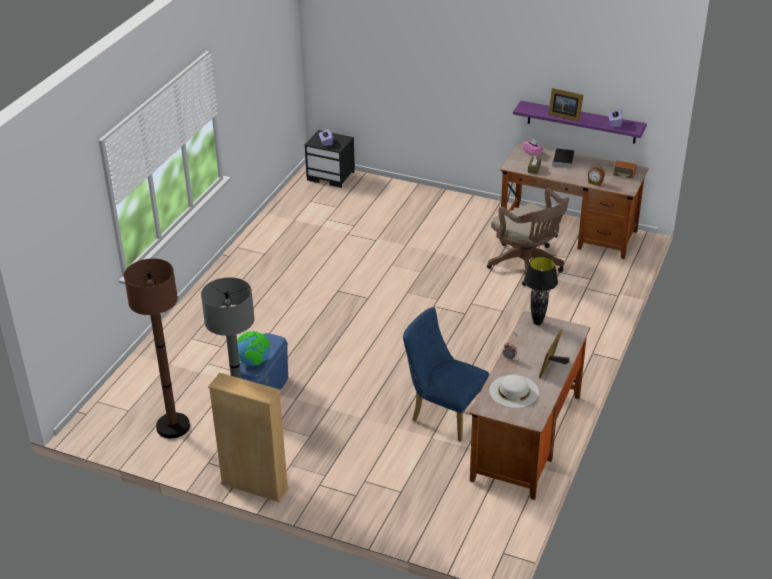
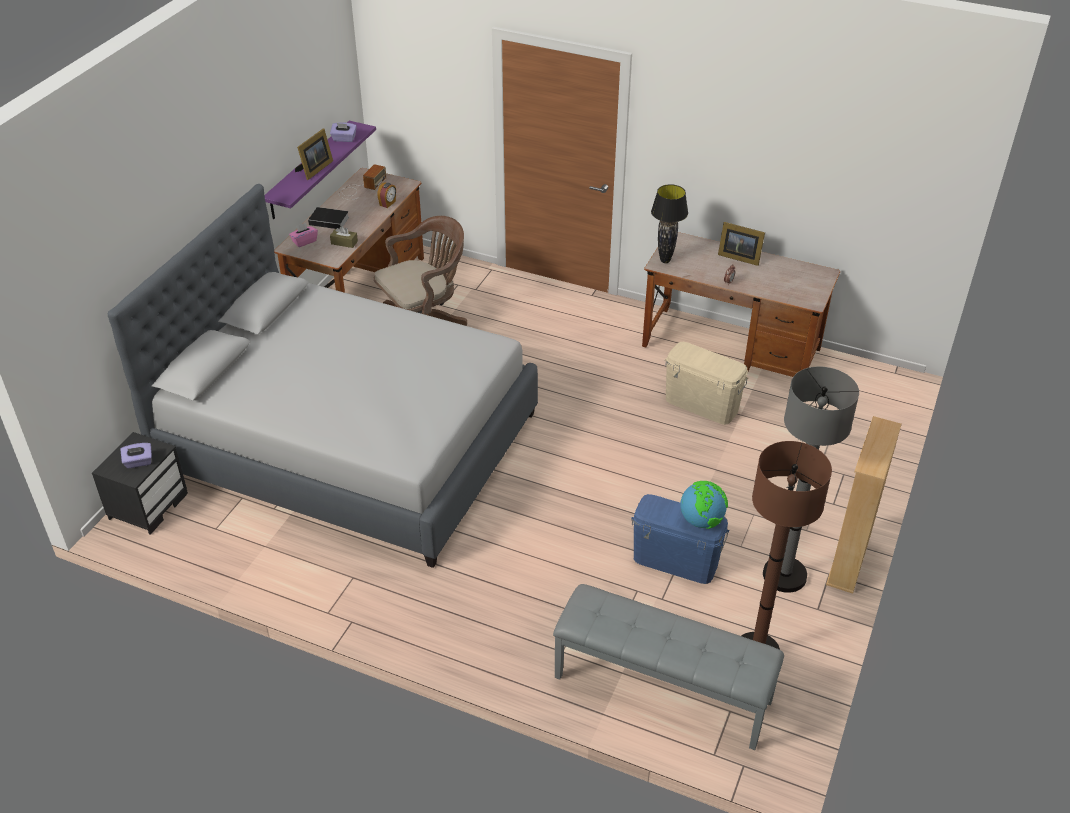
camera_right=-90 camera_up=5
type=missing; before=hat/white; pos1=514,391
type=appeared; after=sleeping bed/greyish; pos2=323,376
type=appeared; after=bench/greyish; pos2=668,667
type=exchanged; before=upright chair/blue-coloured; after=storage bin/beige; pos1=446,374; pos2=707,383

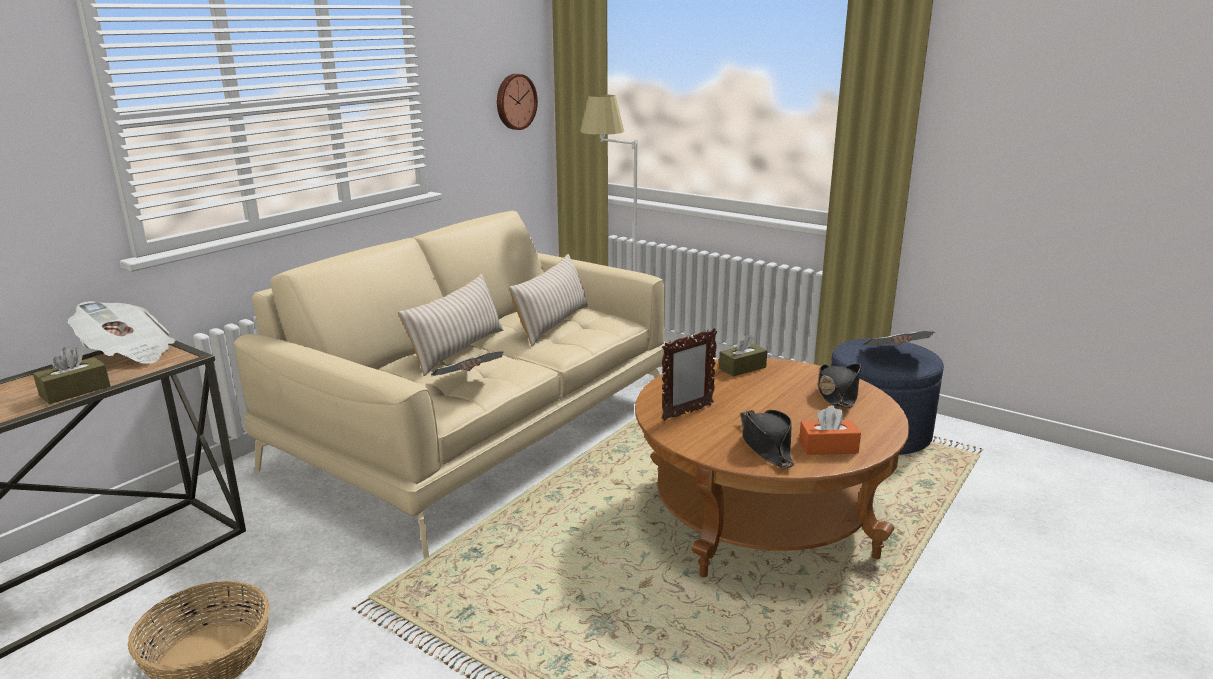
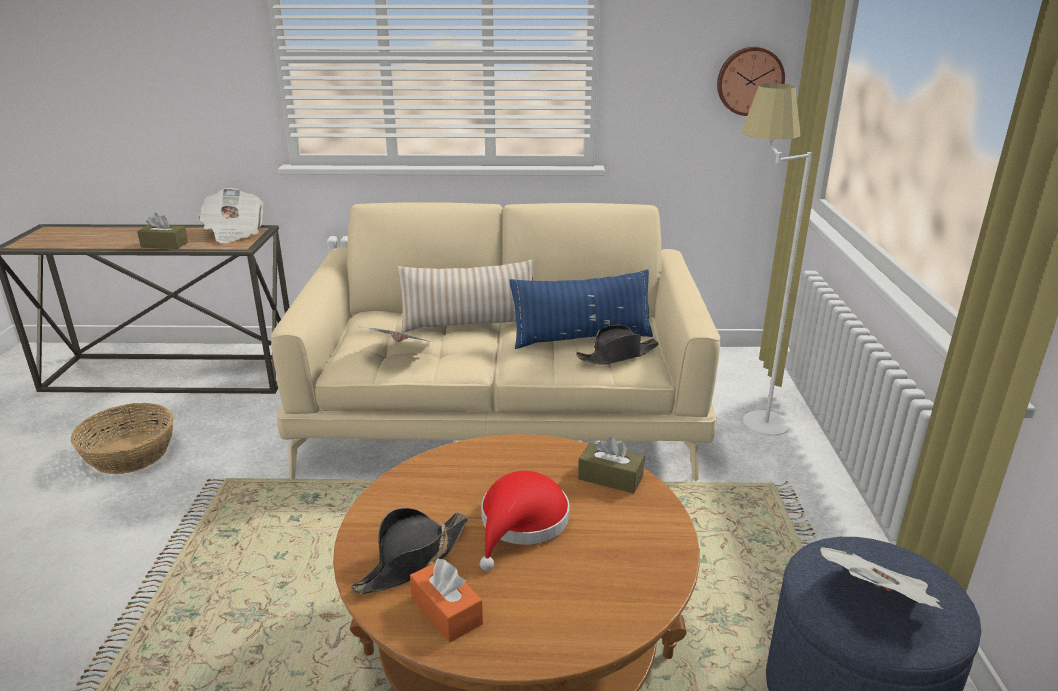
camera_right=55 camera_up=5
type=missing; before=photo frame; pos1=689,374
type=appeared; after=hat/reddish; pos2=525,521
type=relocated; before=hat/blackish; pos1=839,386; pos2=617,345
type=colour; before=pillow/beige; after=pillow/blue-coloured; pos1=548,300; pos2=581,309

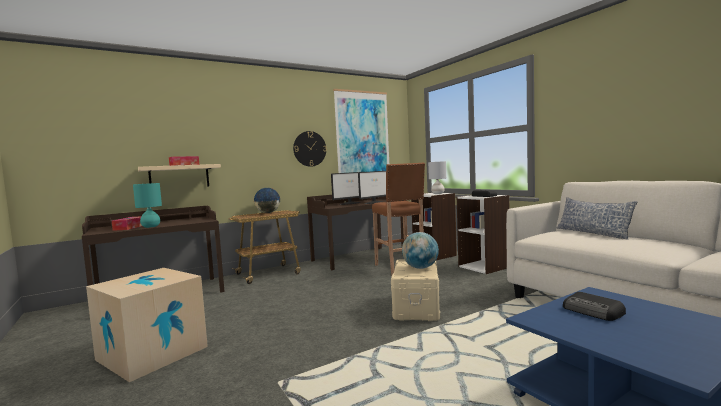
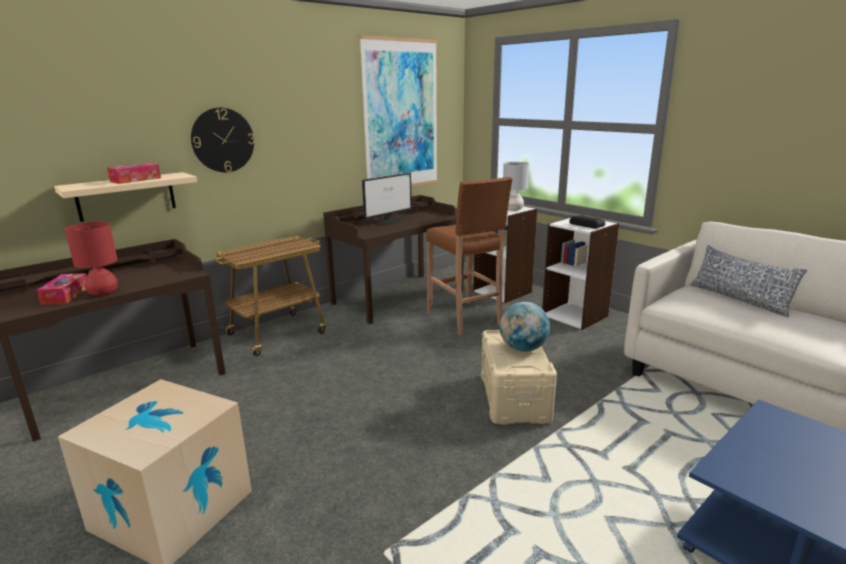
camera_right=-10 camera_up=15
type=missing; before=globe; pos1=267,200
type=missing; before=monitor; pos1=372,187
type=missing; before=radio receiver; pos1=594,306
type=relocated; before=clock on the wall; pos1=310,149; pos2=223,140
type=colour; before=lamp for a table/blue-green; after=lamp for a table/reddish; pos1=147,205; pos2=91,258

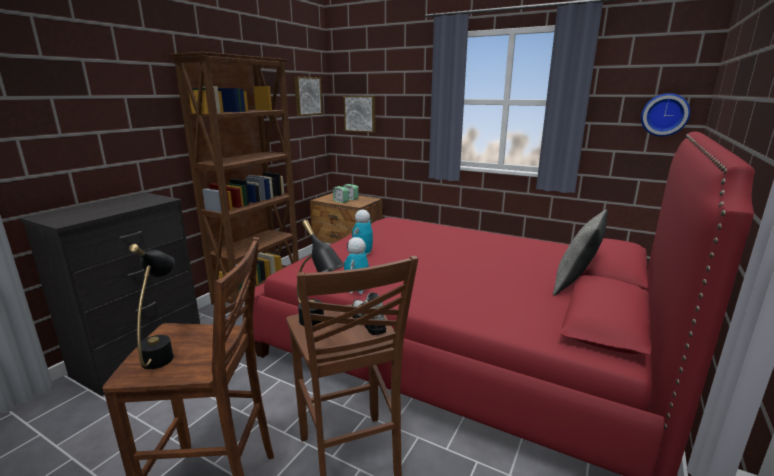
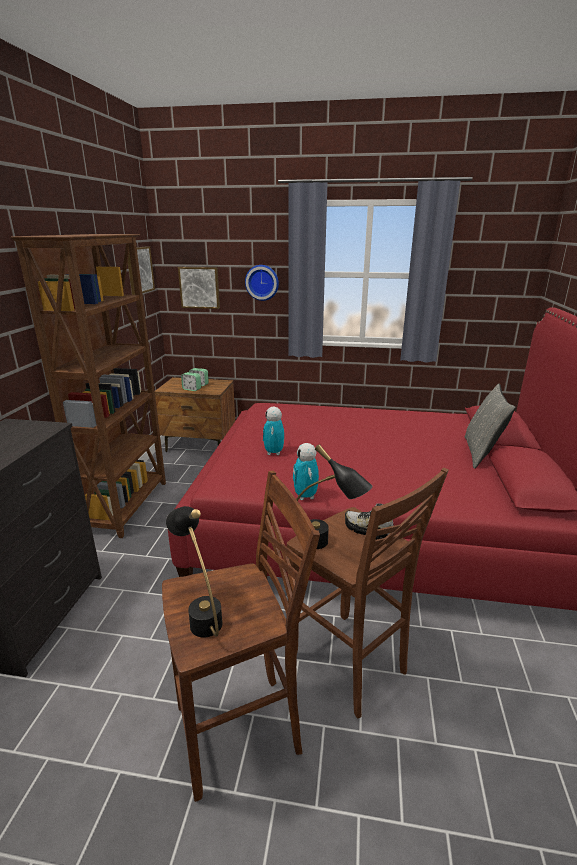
camera_right=-20 camera_up=5
type=relocated; before=clock on the wall; pos1=666,115; pos2=262,283

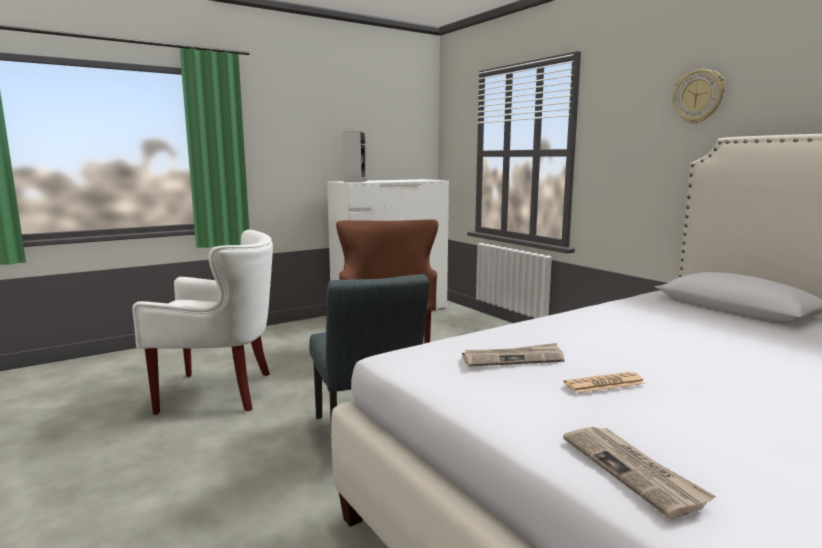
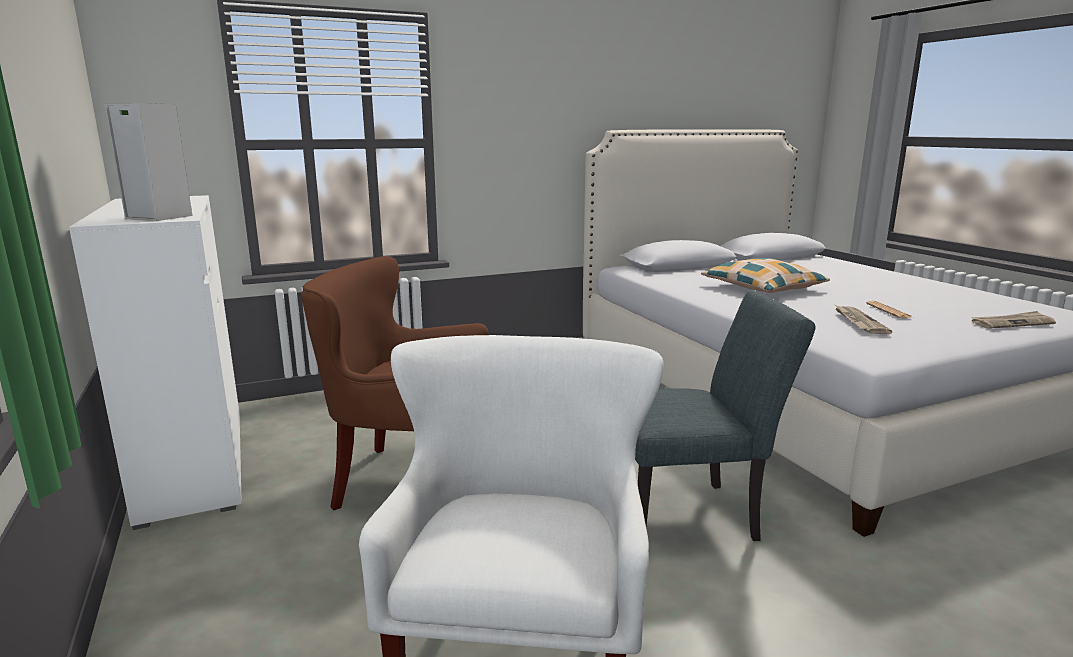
camera_right=-80 camera_up=5
type=missing; before=clock on the wall; pos1=699,96
type=appeared; after=pillow; pos2=765,275

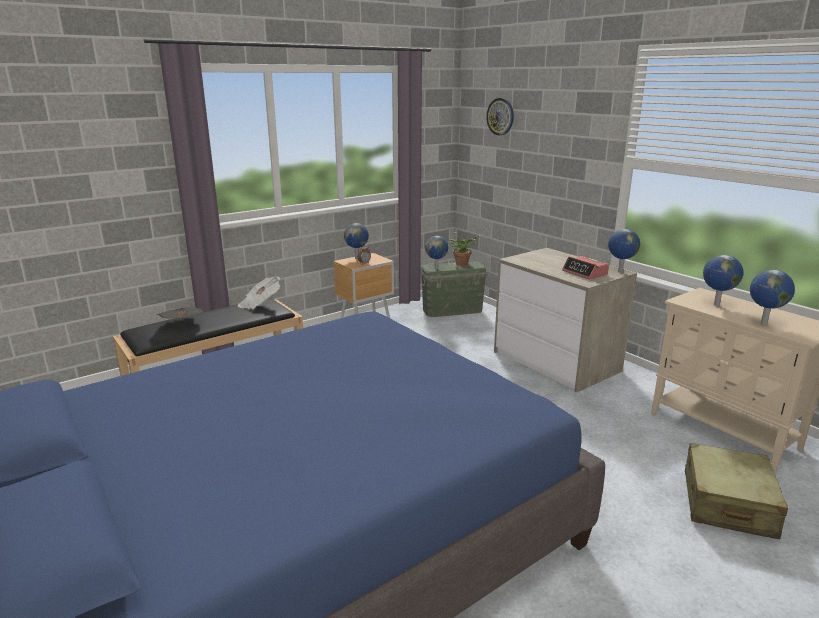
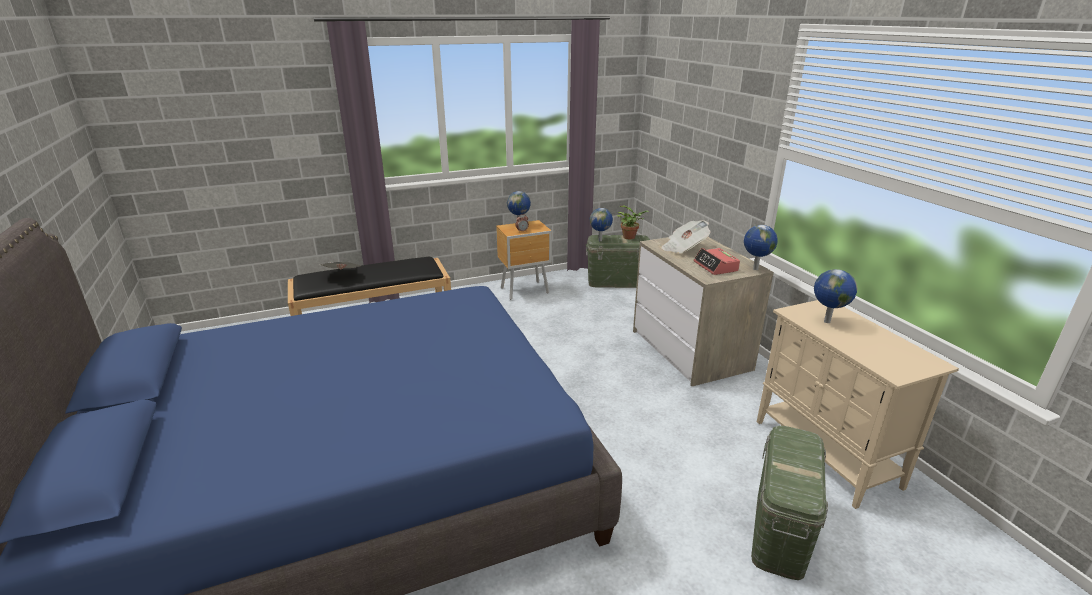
camera_right=15 camera_up=5
type=missing; before=clock on the wall; pos1=500,116
type=missing; before=globe; pos1=772,297
type=relocated; before=daily paper; pos1=259,292; pos2=685,237
type=exchanged; before=piece of luggage/beige; after=storage bin/green-coloured; pos1=736,491; pos2=789,502

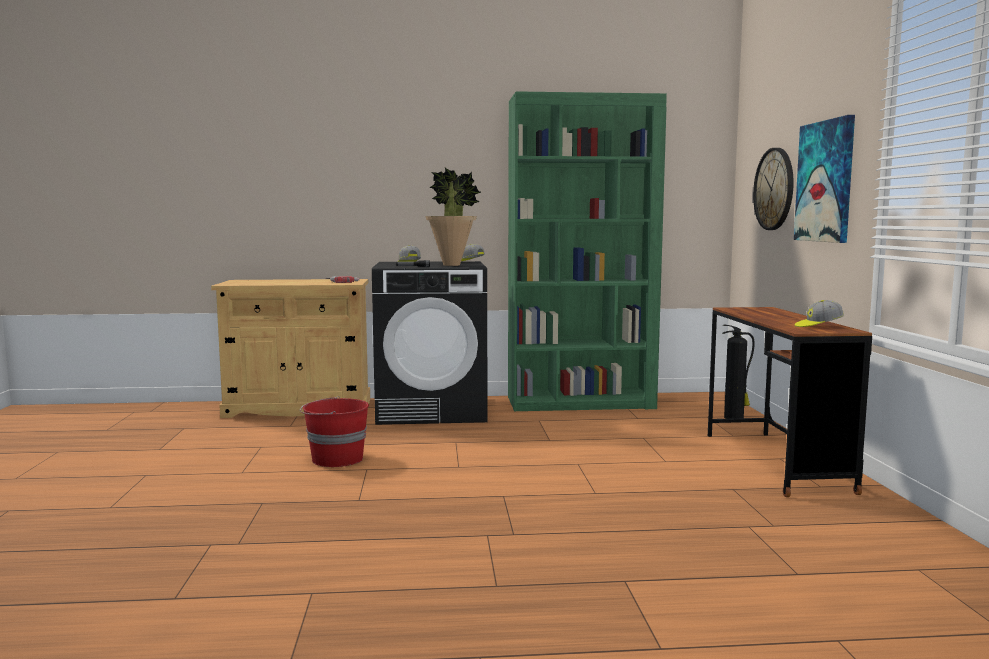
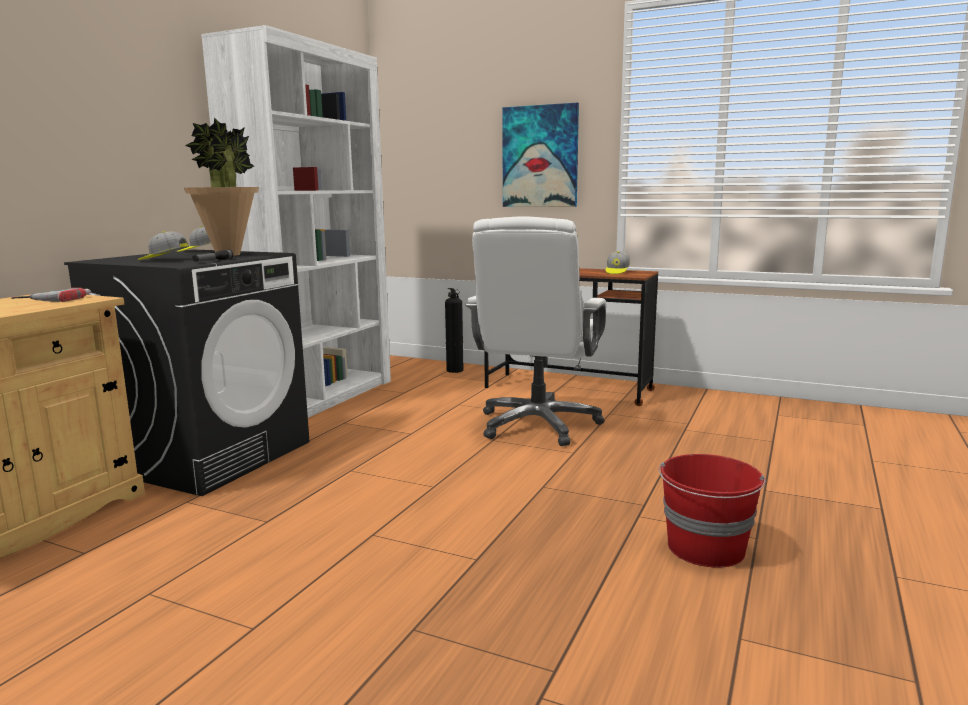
camera_right=-60 camera_up=5
type=missing; before=clock on the wall; pos1=773,189
type=appeared; after=desk chair/white; pos2=536,331
type=relocated; before=water bucket/reddish; pos1=334,431; pos2=712,511
type=colour; before=bookcase/green-coloured; after=bookcase/white; pos1=587,251; pos2=296,221

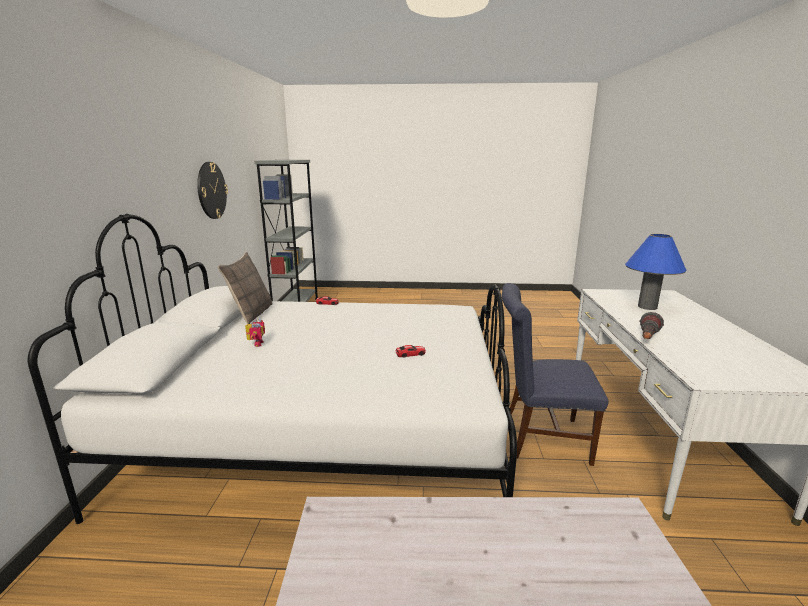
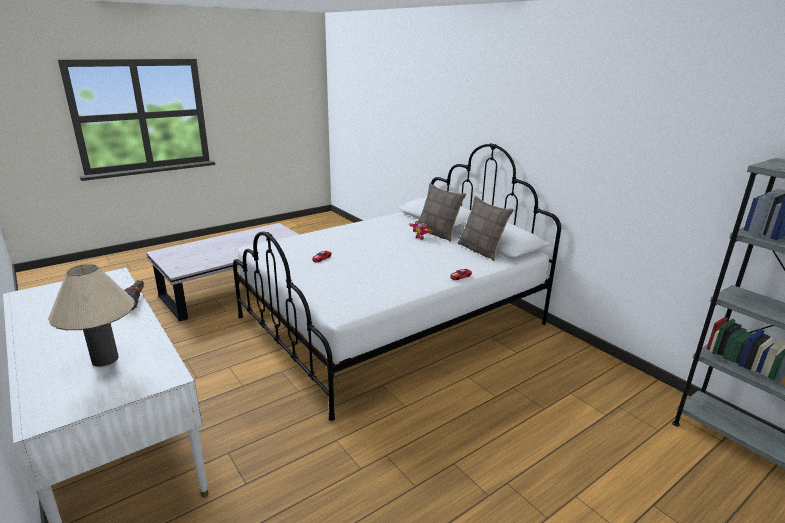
camera_right=140 camera_up=5
type=missing; before=clock on the wall; pos1=212,190
type=missing; before=upright chair/blue-coloured; pos1=555,374
type=appeared; after=pillow; pos2=442,212
type=colour; before=lamp for a table/blue-coloured; after=lamp for a table/beige; pos1=655,272; pos2=91,315

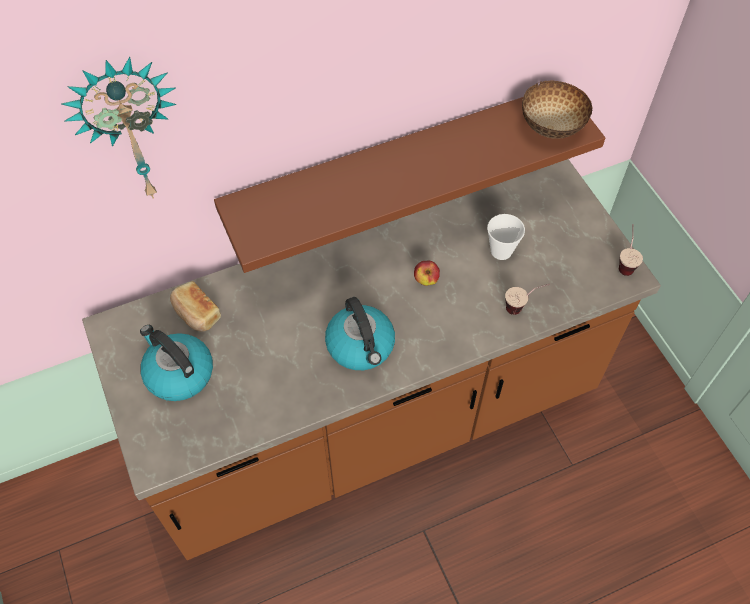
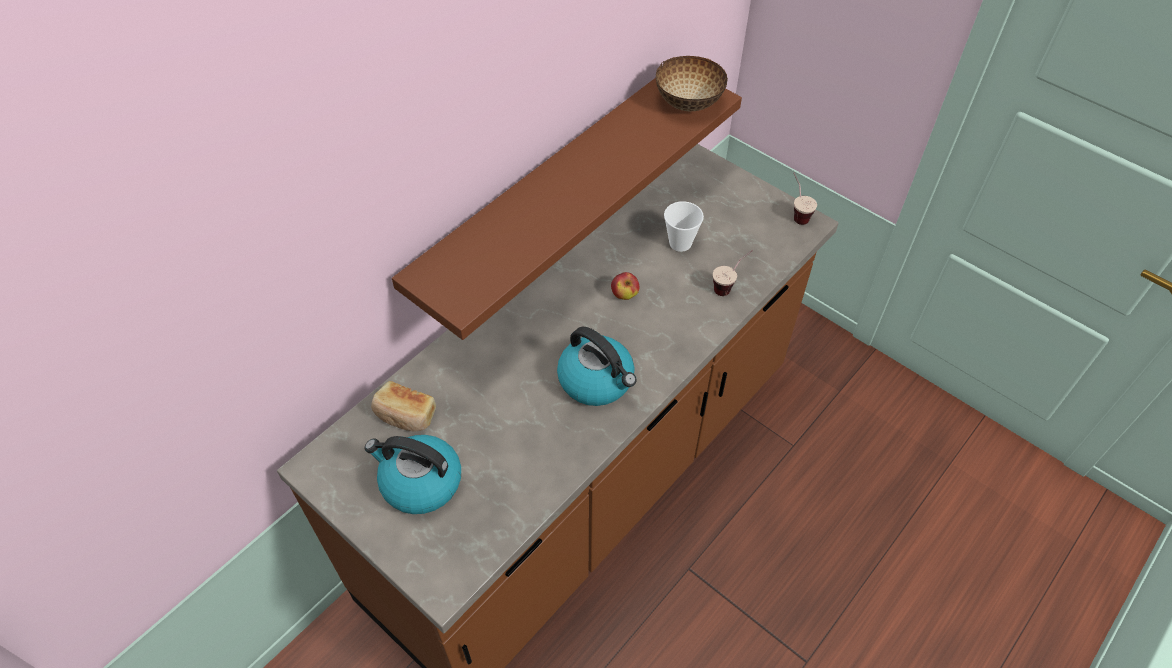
camera_right=-25 camera_up=-5
type=missing; before=clock on the wall; pos1=118,128

